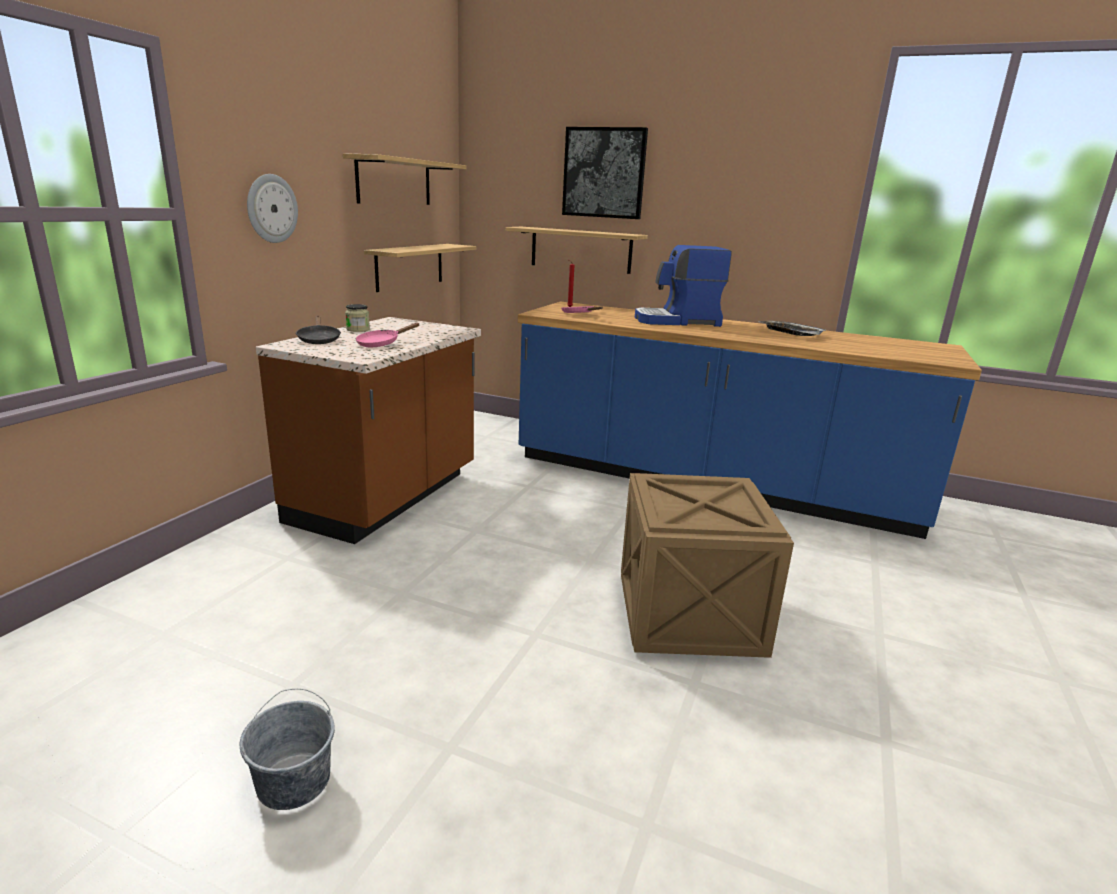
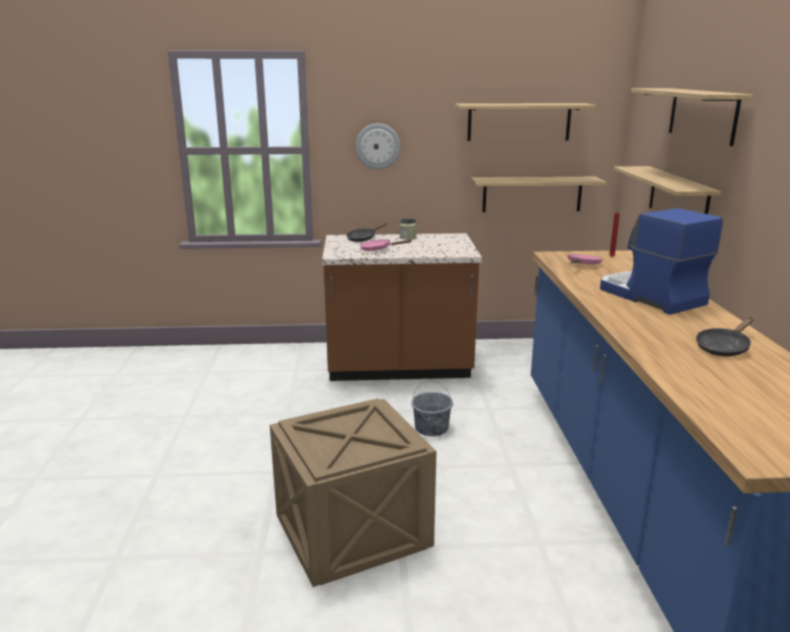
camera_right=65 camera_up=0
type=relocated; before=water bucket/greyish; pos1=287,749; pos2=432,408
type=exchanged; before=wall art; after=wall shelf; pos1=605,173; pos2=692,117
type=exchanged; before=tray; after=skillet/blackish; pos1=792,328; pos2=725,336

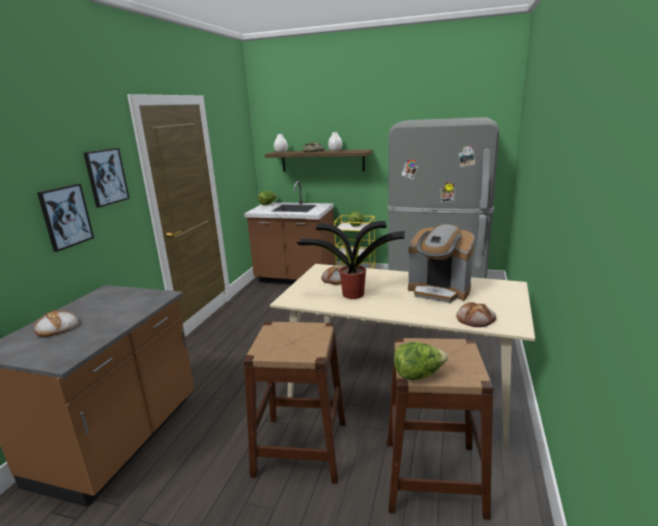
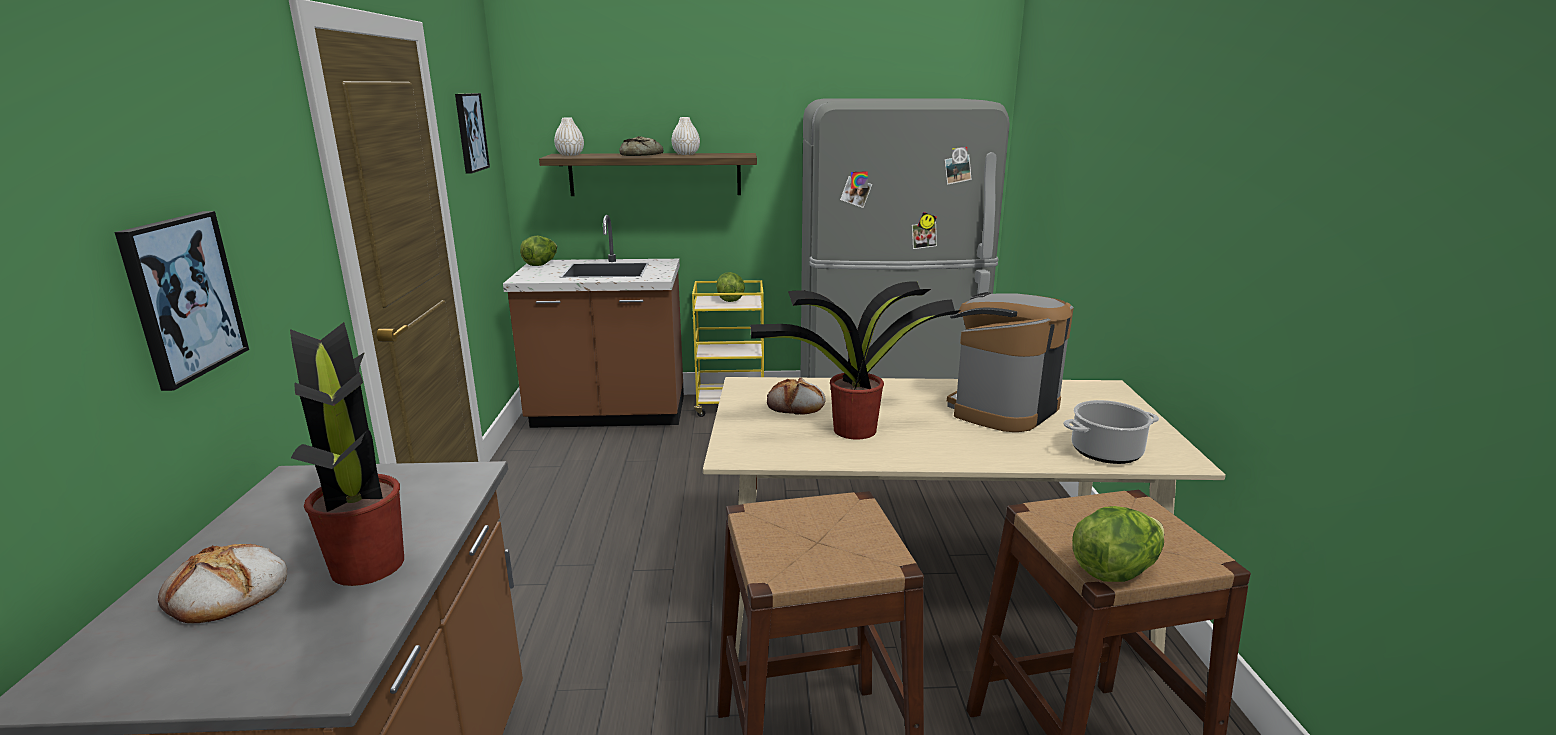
camera_right=-20 camera_up=0
type=appeared; after=houseplant; pos2=347,454
type=relocated; before=wall art; pos1=106,178; pos2=472,133
type=exchanged; before=baked bread; after=stockpot; pos1=476,314; pos2=1111,432
type=spun; before=coffee machine; pos1=441,263; pos2=1010,362; turn=120

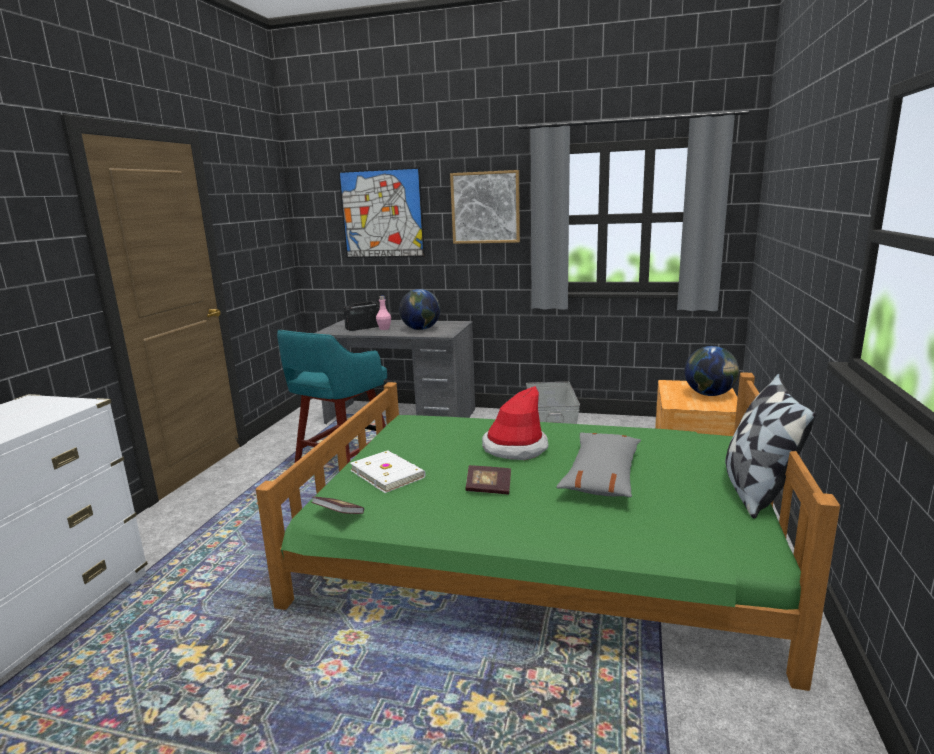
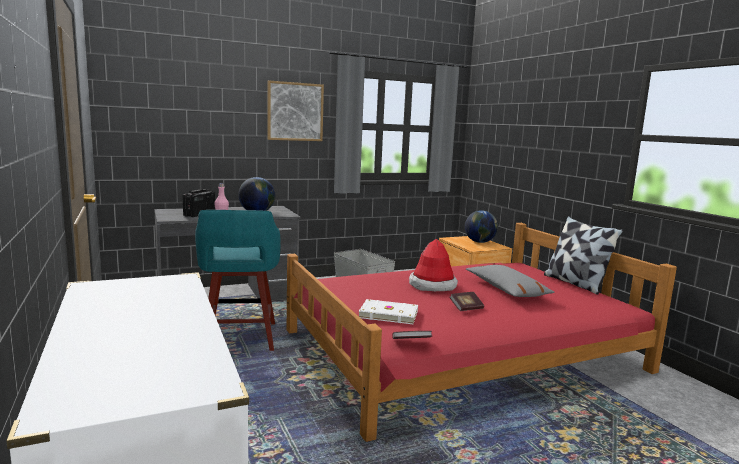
camera_right=-40 camera_up=-5
type=missing; before=wall art; pos1=381,212
type=colour; before=sleeping bed/green-coloured; after=sleeping bed/reddish; pos1=548,531; pos2=482,332

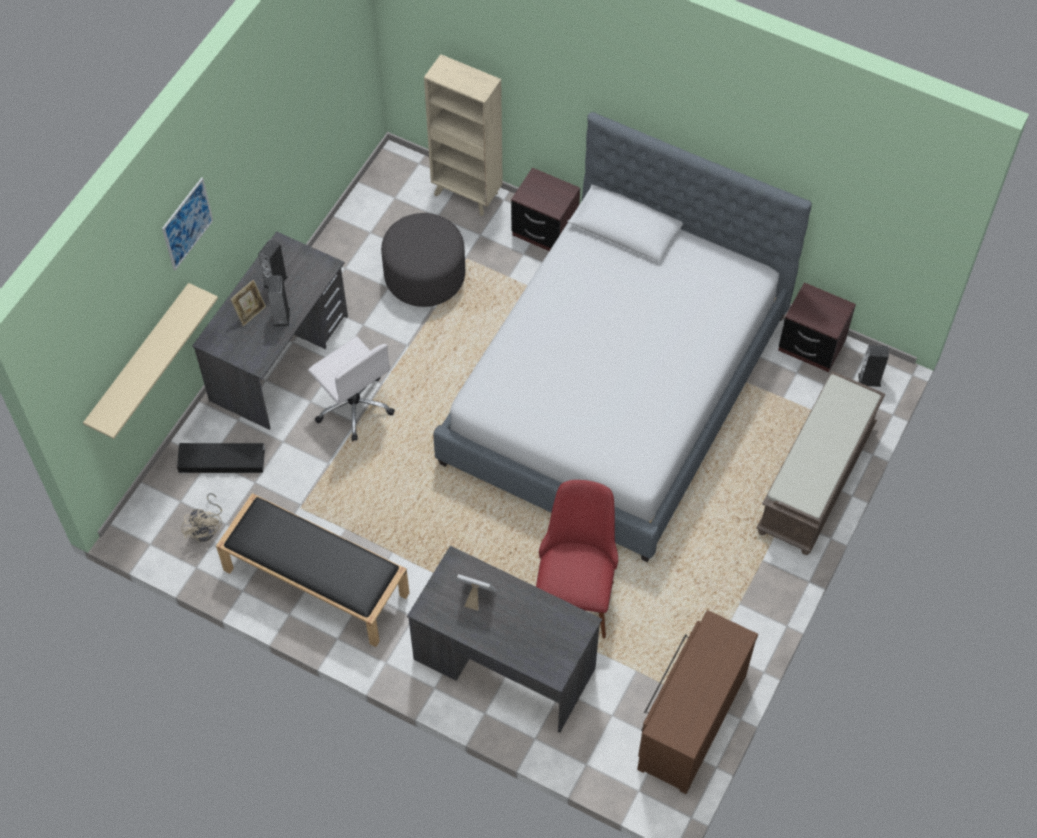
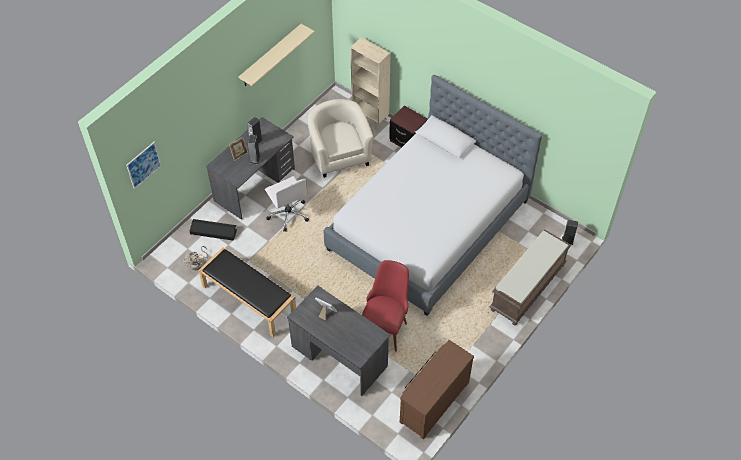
camera_right=10 camera_up=-5
type=missing; before=bedside table/brownish; pos1=817,327
type=relocated; before=wall shelf/beige; pos1=150,361; pos2=276,55
type=relocated; before=wall art; pos1=187,224; pos2=143,165
type=exchanged; before=ottoman/greyish; after=lounge chair/beige; pos1=423,260; pos2=340,138

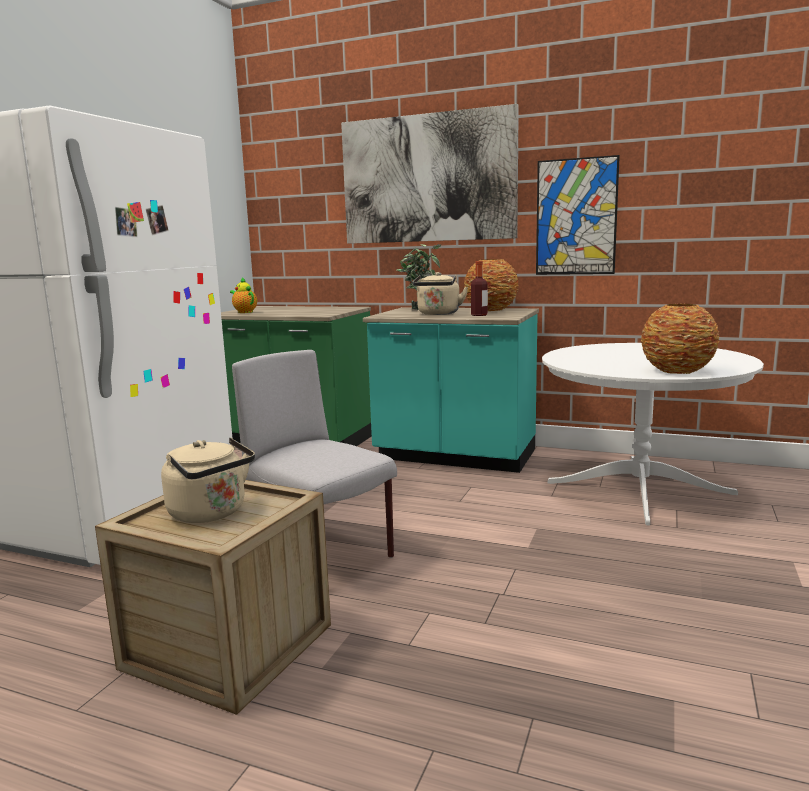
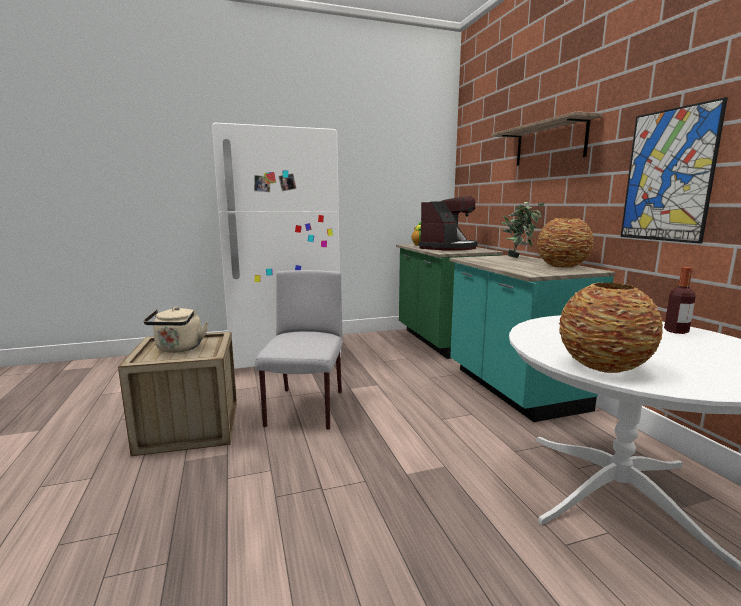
camera_right=50 camera_up=0
type=missing; before=tea kettle/beige; pos1=440,293
type=appeared; after=coffee machine; pos2=448,223
type=relocated; before=drink bottle; pos1=479,288; pos2=680,300
type=exchanged; before=wall art; after=wall shelf; pos1=430,174; pos2=546,138

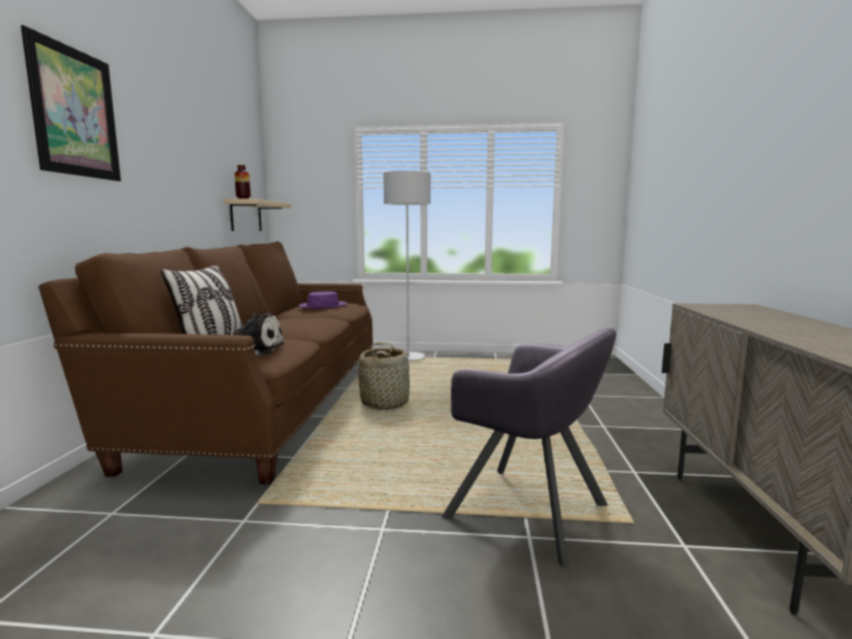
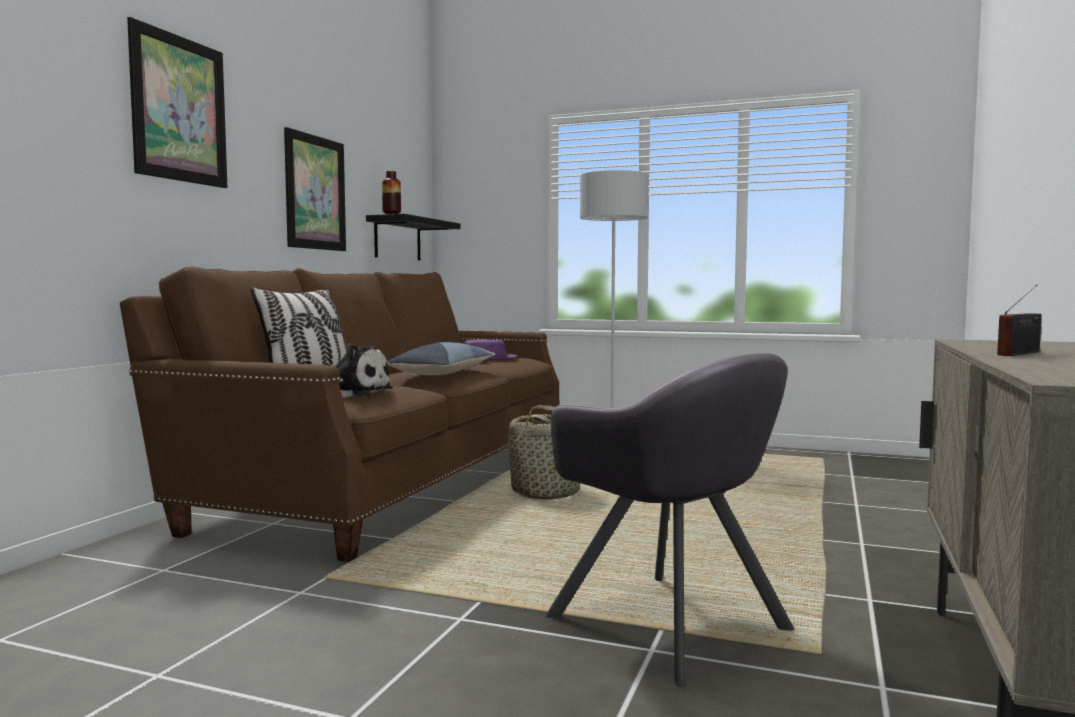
camera_right=15 camera_up=-5
type=appeared; after=wall art; pos2=315,189
type=appeared; after=pillow; pos2=441,358
type=appeared; after=radio receiver; pos2=1019,320
type=colour; before=wall shelf/beige; after=wall shelf/blackish; pos1=257,215; pos2=413,237

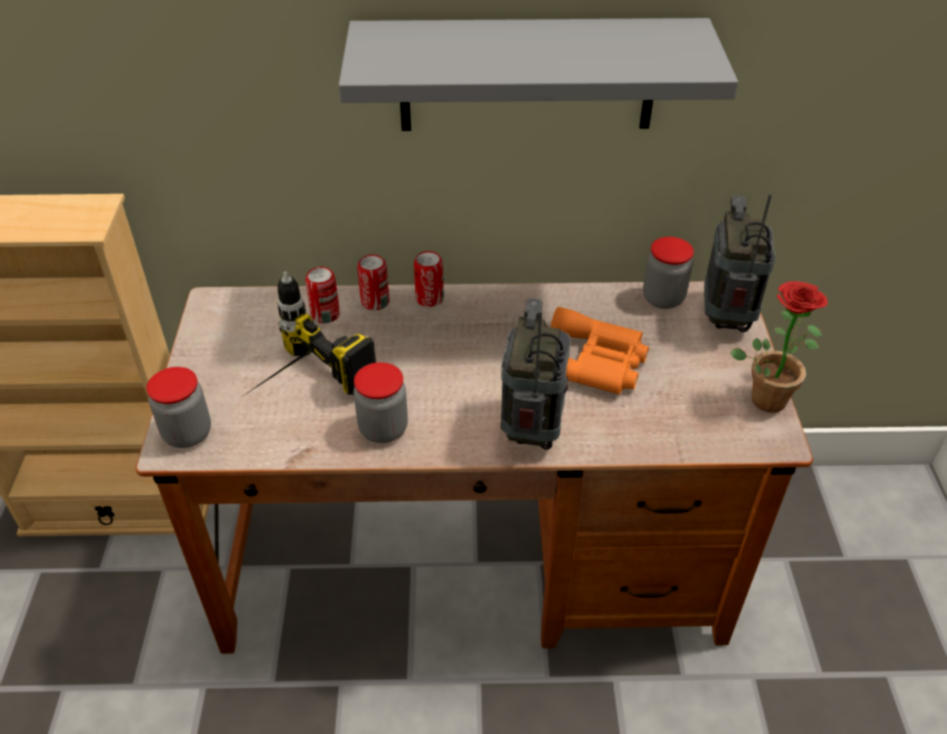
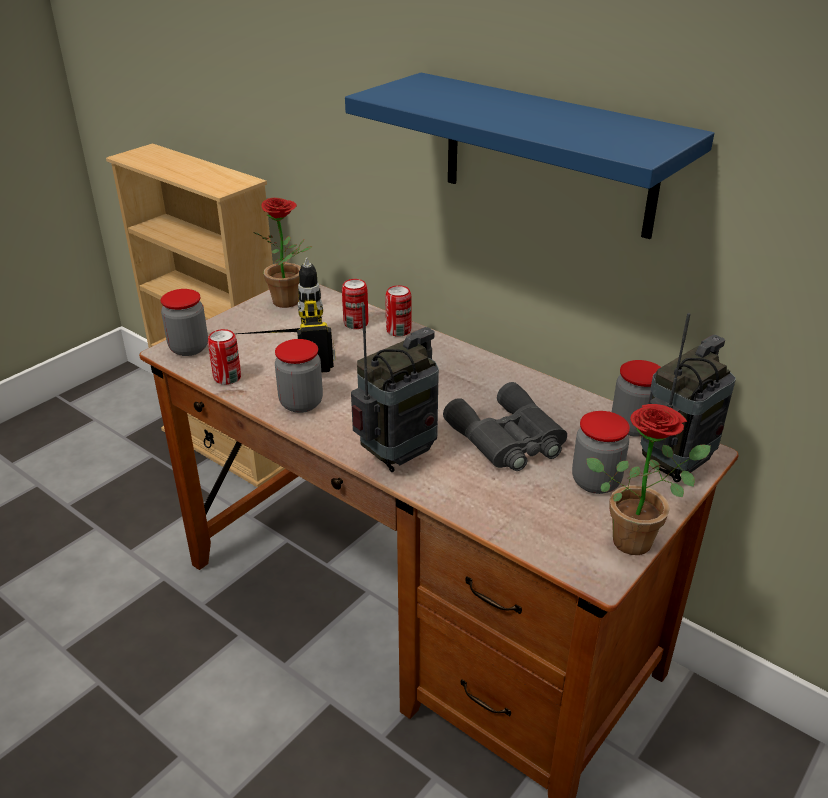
camera_right=40 camera_up=-10
type=appeared; after=houseplant; pos2=282,253
type=appeared; after=storage jar; pos2=601,452
type=relocated; before=sealed can; pos1=429,279; pos2=224,357
type=colour; before=wall shelf/greyish; after=wall shelf/blue-coloured; pos1=538,74; pos2=529,156
type=colour; before=pair of binoculars/orange; after=pair of binoculars/greyish; pos1=600,351; pos2=505,426

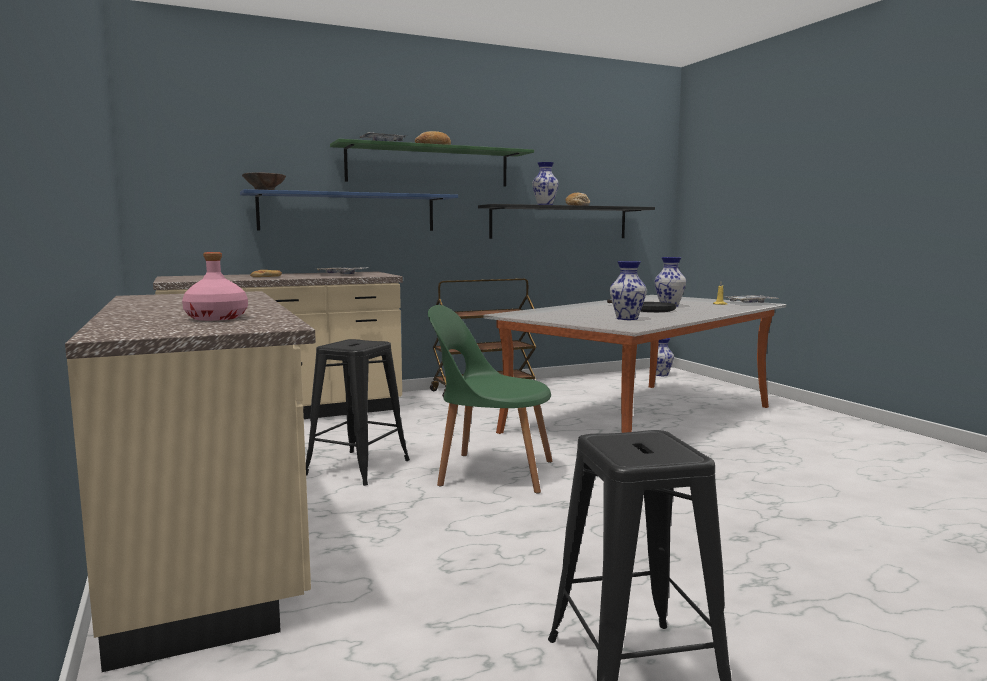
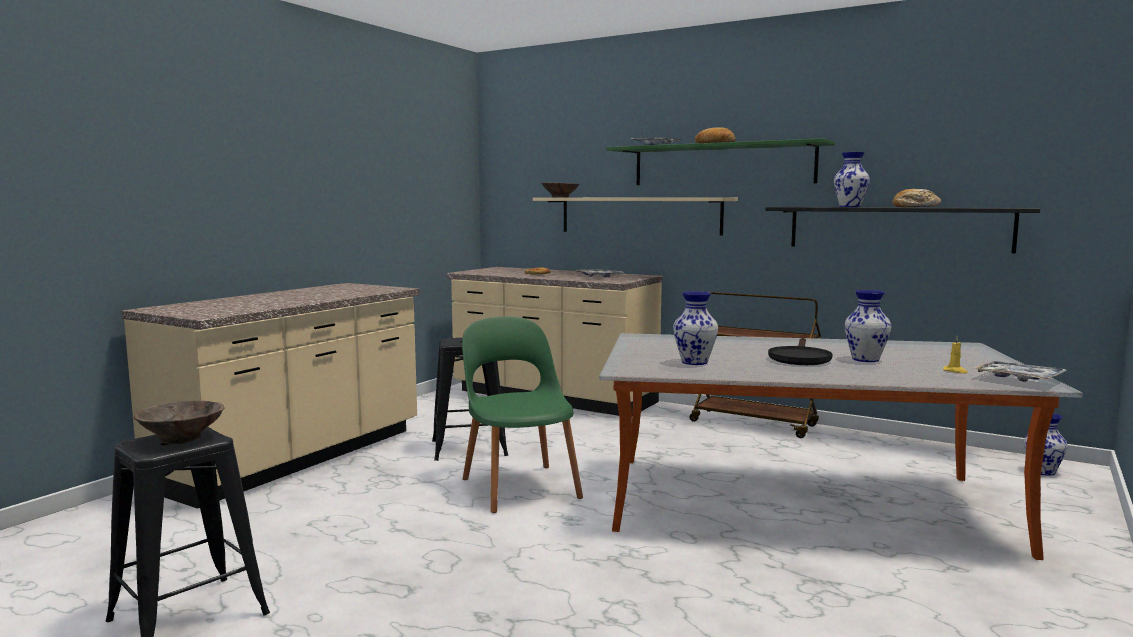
camera_right=55 camera_up=0
type=missing; before=drink bottle/pinkish; pos1=215,286
type=appeared; after=bowl/brownish; pos2=179,422
type=colour; before=wall shelf/blue-coloured; after=wall shelf/beige; pos1=349,210; pos2=635,216

